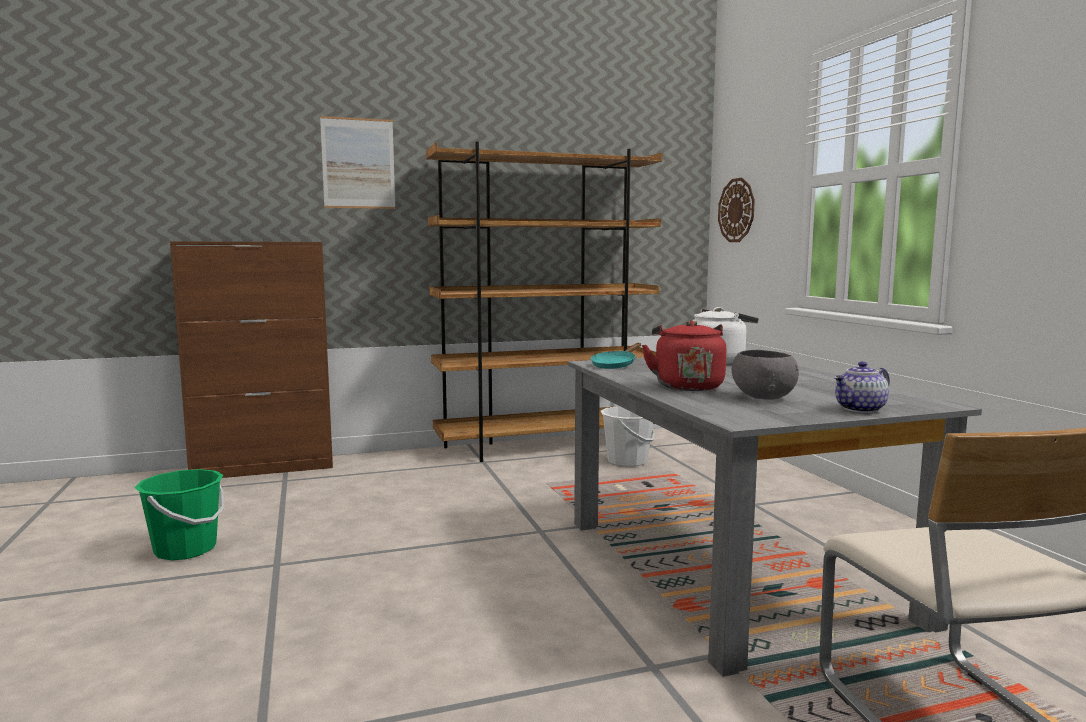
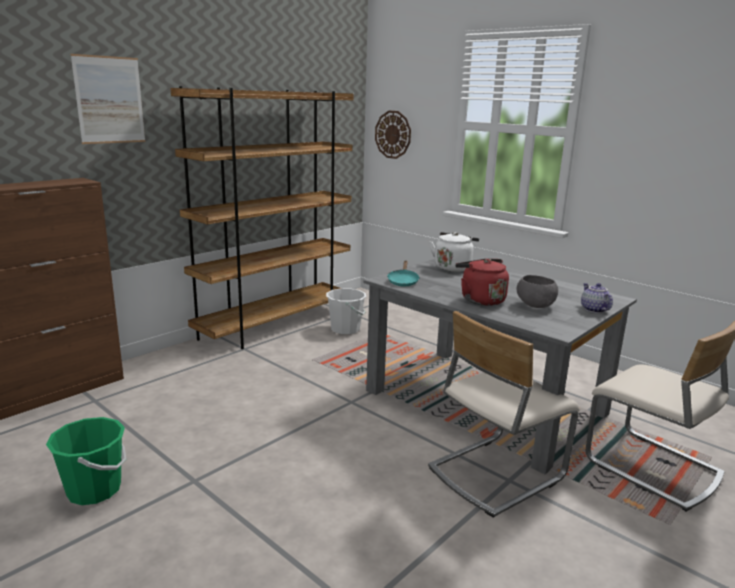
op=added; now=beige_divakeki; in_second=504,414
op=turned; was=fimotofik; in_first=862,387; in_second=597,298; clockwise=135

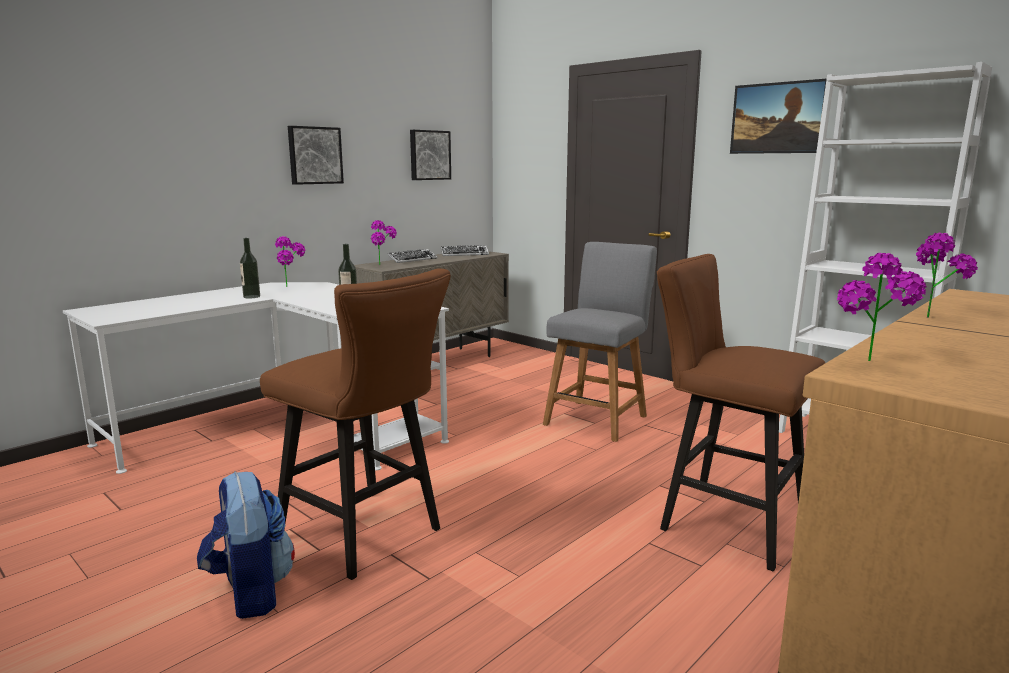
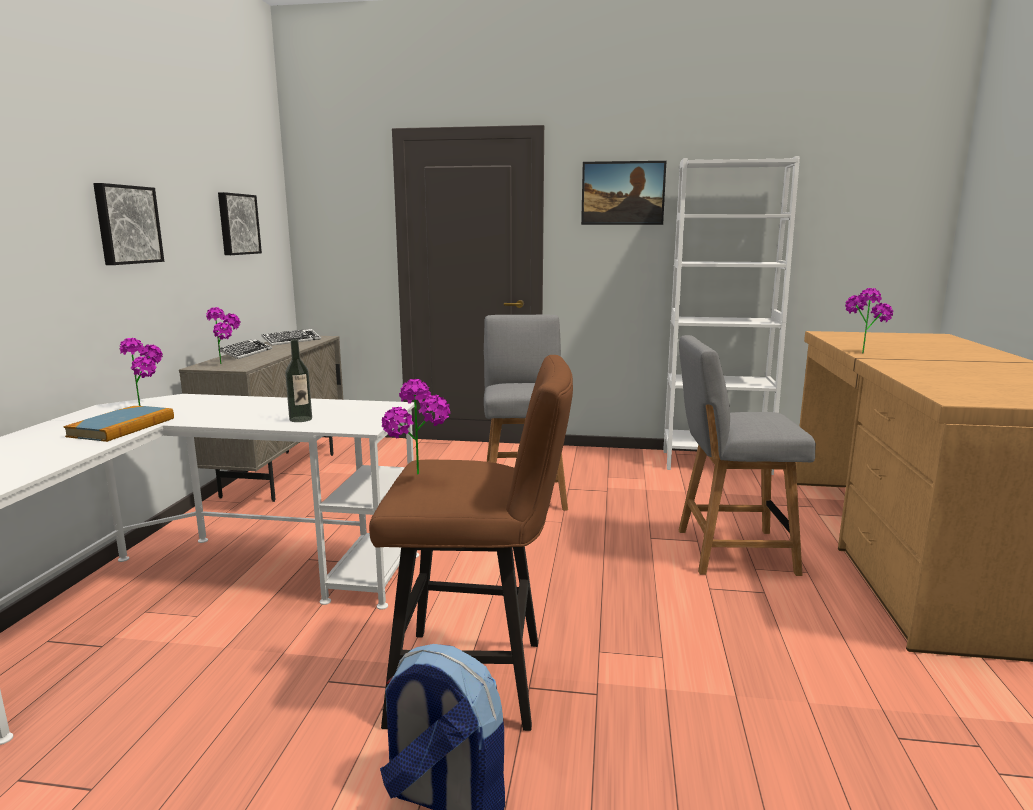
op=replaced; was=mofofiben; now=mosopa; in_first=250,268; in_second=119,424
op=moved; was=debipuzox; in_first=881,307; in_second=416,426
op=replaced; was=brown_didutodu; now=grey_divakeki; in_first=741,412; in_second=747,455

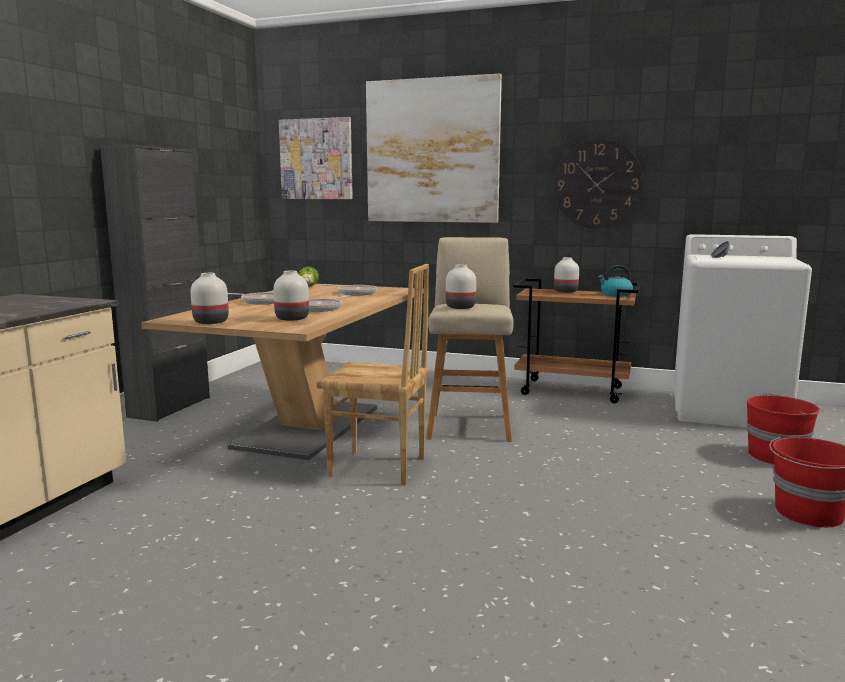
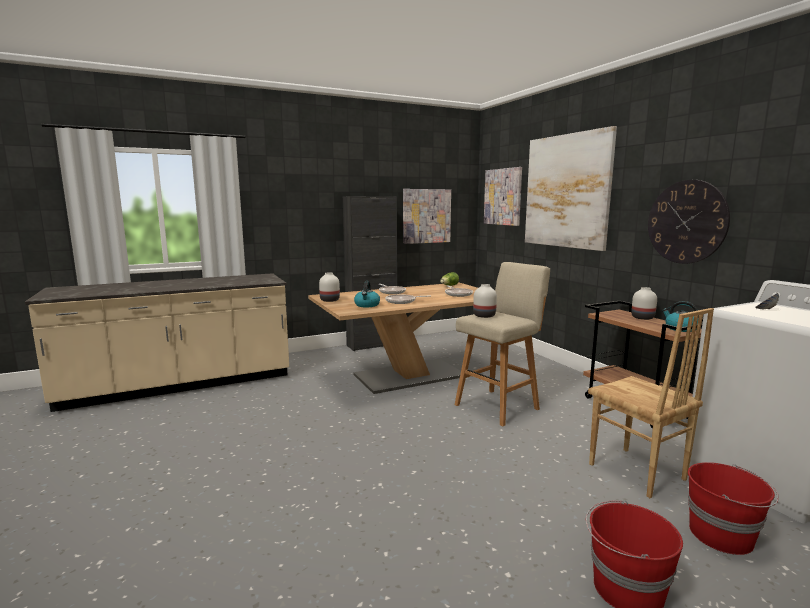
op=replaced; was=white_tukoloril; now=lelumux; in_first=291,296; in_second=367,294
op=added; now=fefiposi; in_second=427,216
op=moved; was=brown_divakeki; in_first=373,375; in_second=651,403

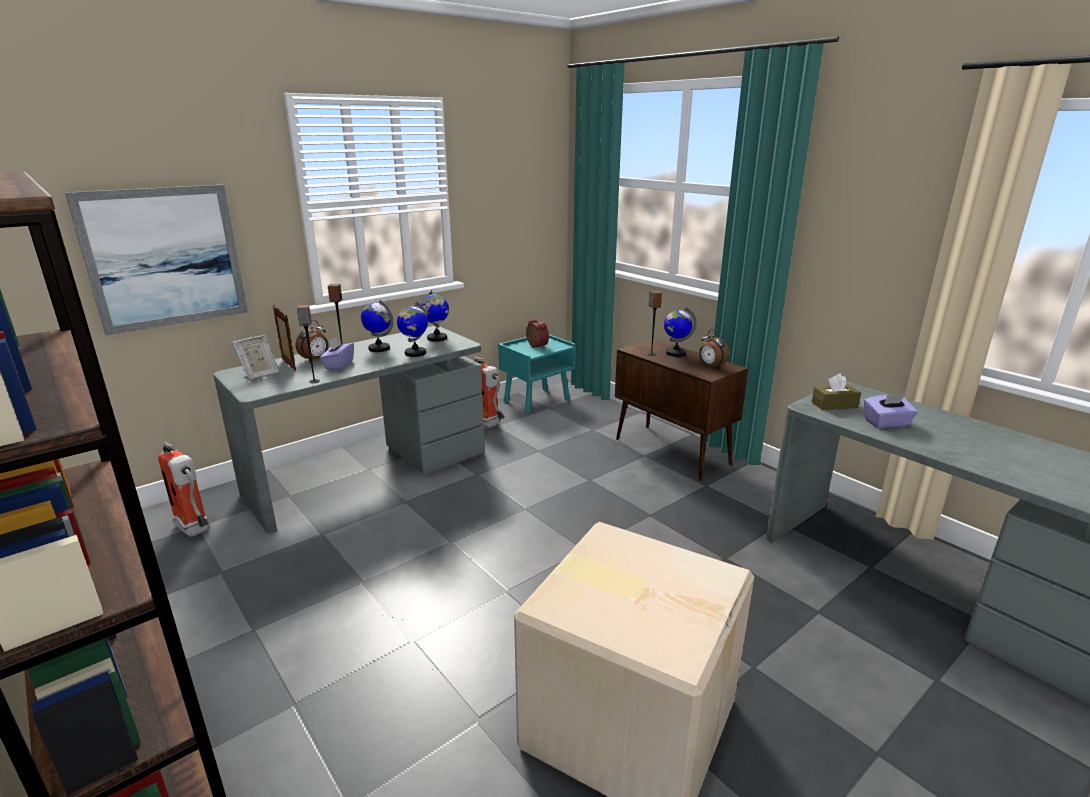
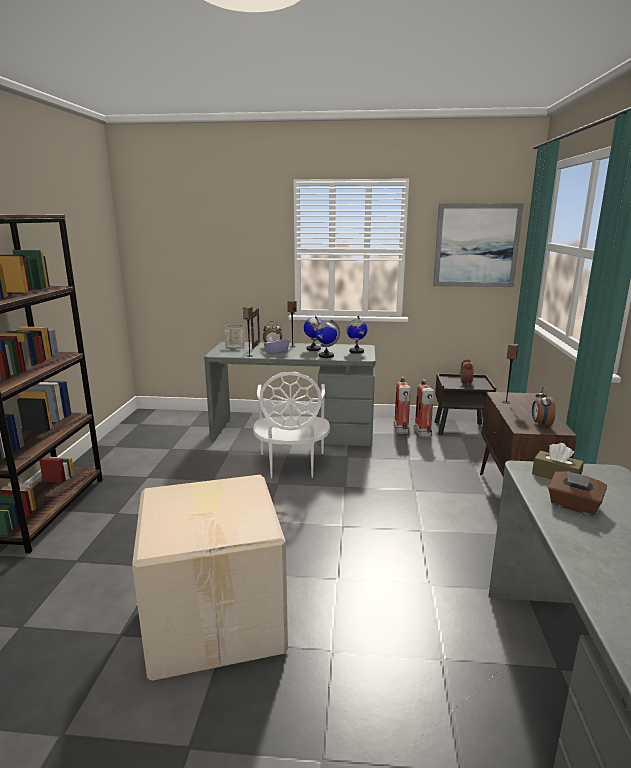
op=added; now=white_divakeki; in_second=291,425
op=moved; was=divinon; in_first=184,489; in_second=424,408
op=moved; was=fefiposi; in_first=156,260; in_second=478,245
op=recoloured; was=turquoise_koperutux; now=brown_koperutux; in_first=537,374; in_second=465,404
op=recoloured; was=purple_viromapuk; now=brown_viromapuk; in_first=891,411; in_second=577,493
op=removed; was=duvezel; in_first=680,332

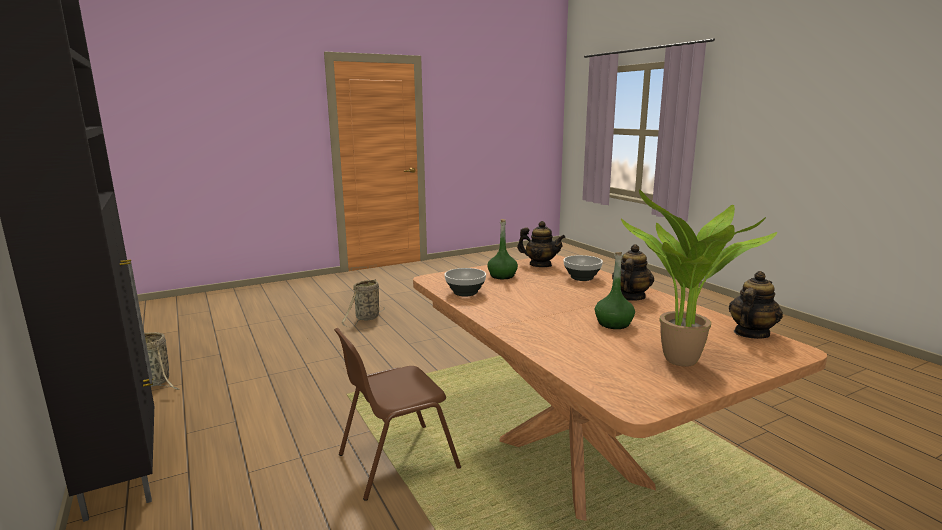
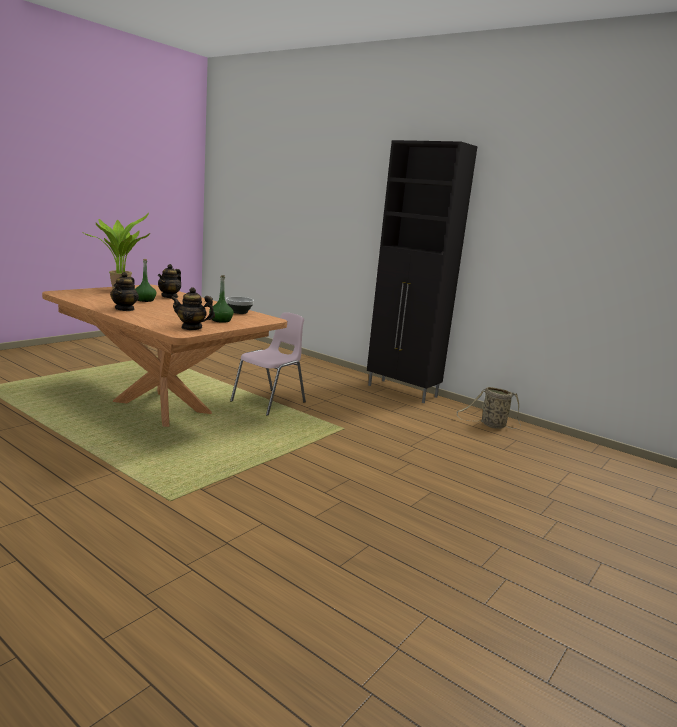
op=moved; was=fimotofik; in_first=756,305; in_second=169,281
op=recoloured; was=brown_divakeki; now=pink_divakeki; in_first=397,414; in_second=268,364
op=removed; was=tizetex; in_first=363,303
op=removed; was=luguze; in_first=583,268

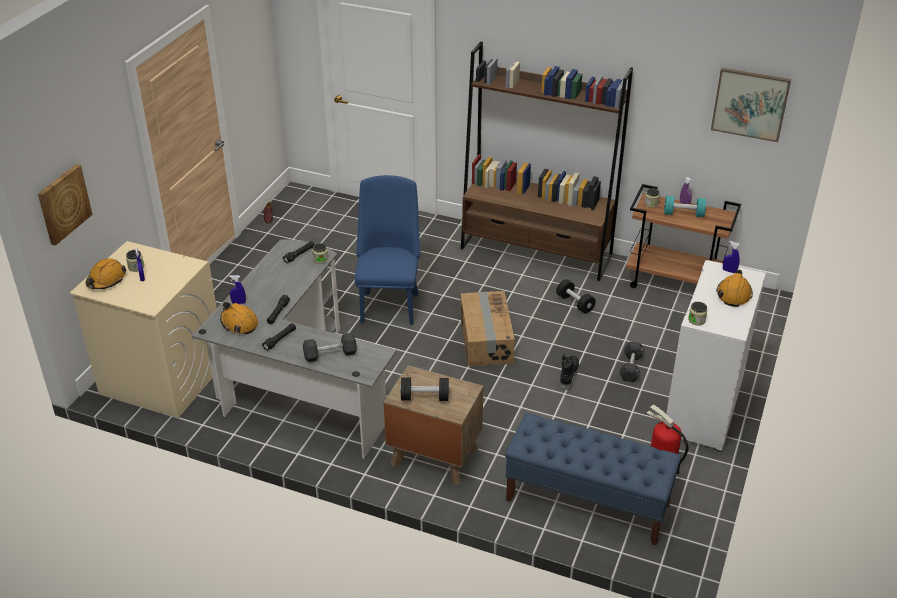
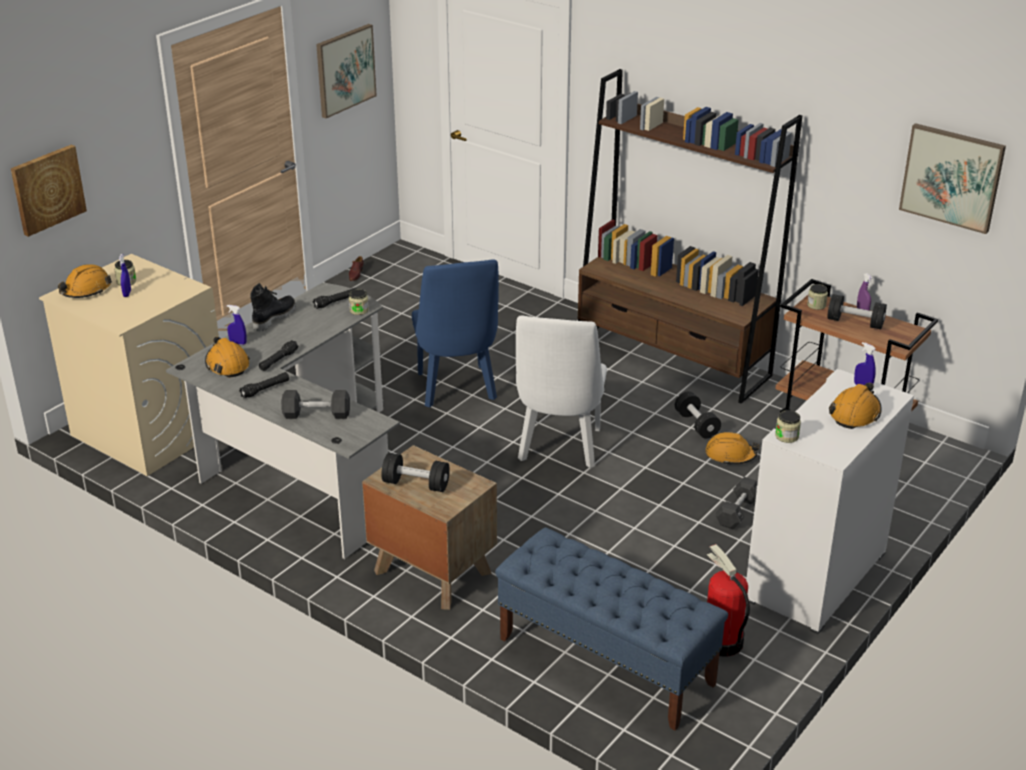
op=moved; was=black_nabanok; in_first=569,372; in_second=273,307
op=added; now=fefiposi; in_second=346,71
op=turned; was=blue_divakeki; in_first=387,250; in_second=455,333; clockwise=150
op=replaced; was=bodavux; now=white_divakeki; in_first=487,328; in_second=561,391
op=added; now=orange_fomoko; in_second=732,448
op=recoloured; was=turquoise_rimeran; now=black_rimeran; in_first=685,206; in_second=857,311

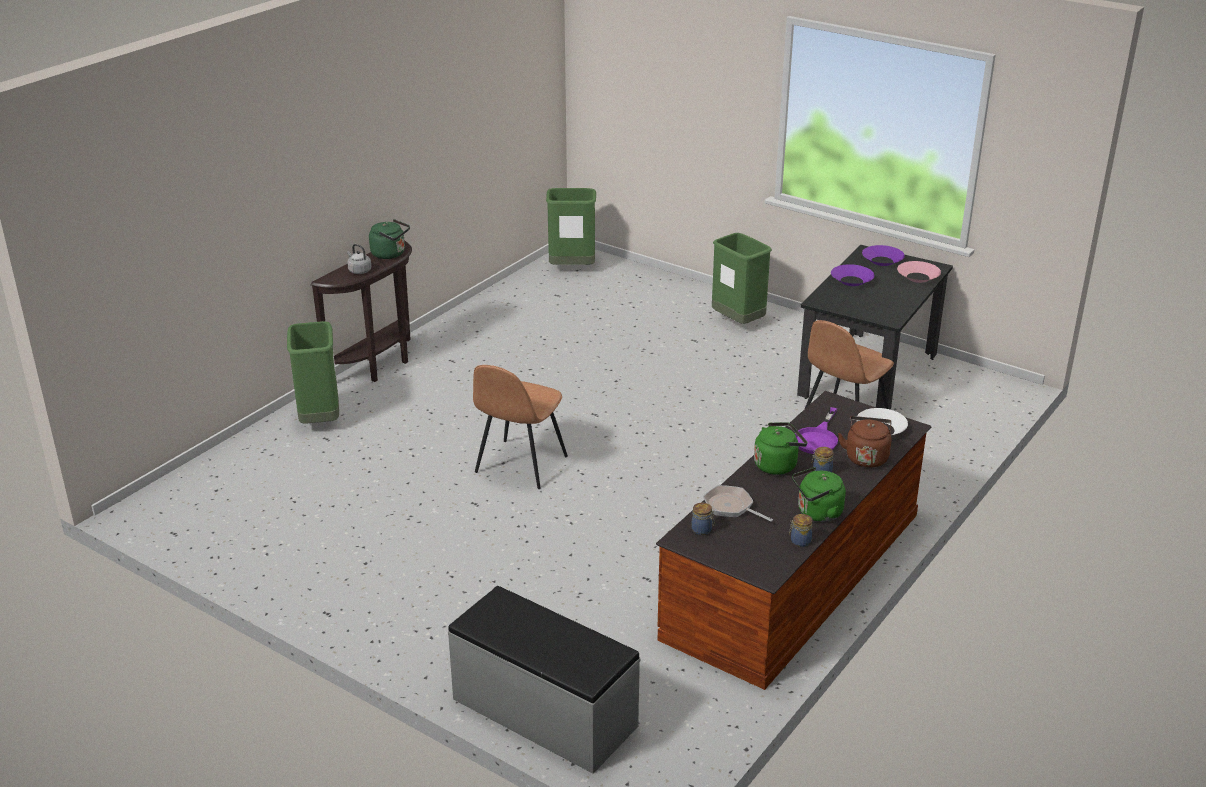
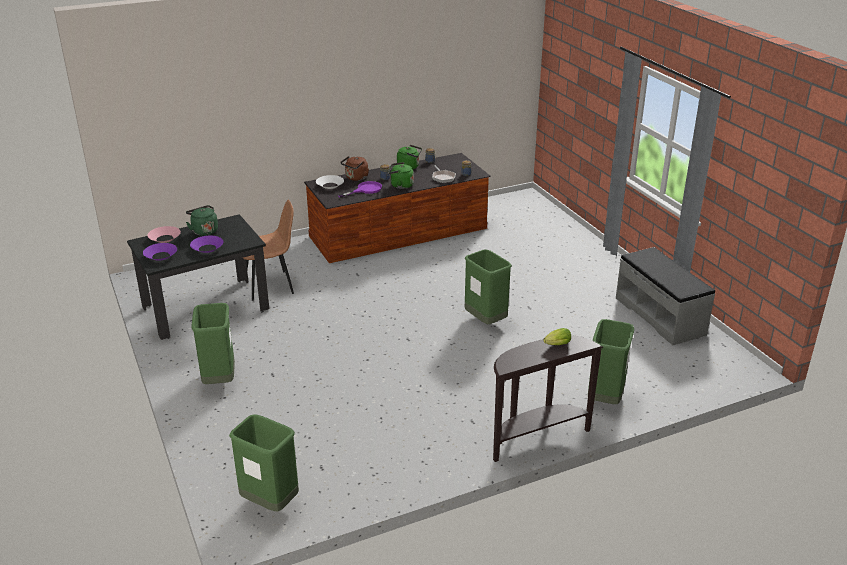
op=moved; was=green_lelumux; in_first=389,239; in_second=202,220
op=replaced; was=brown_divakeki; now=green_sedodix; in_first=520,427; in_second=488,286
op=replaced; was=grey_lelumux; now=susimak; in_first=359,259; in_second=557,336
op=moved; was=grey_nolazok; in_first=544,680; in_second=665,296

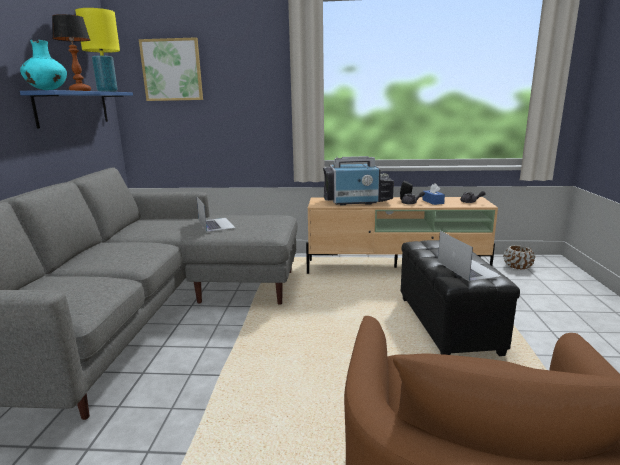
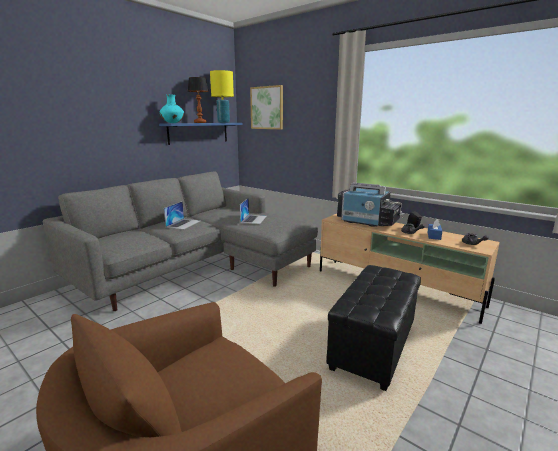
op=moved; was=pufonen; in_first=470,256; in_second=182,215
op=removed; was=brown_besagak; in_first=519,257

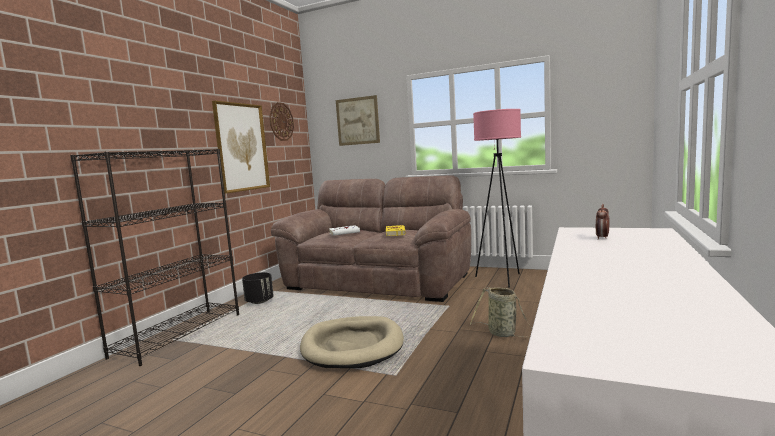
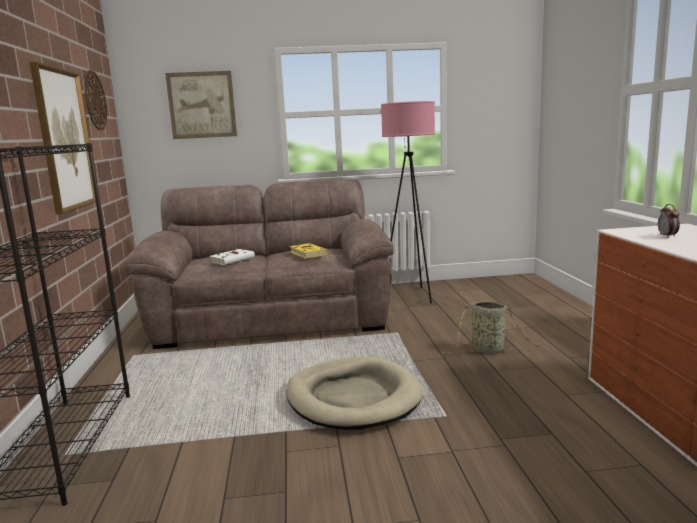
op=removed; was=black_besagak; in_first=258,288

